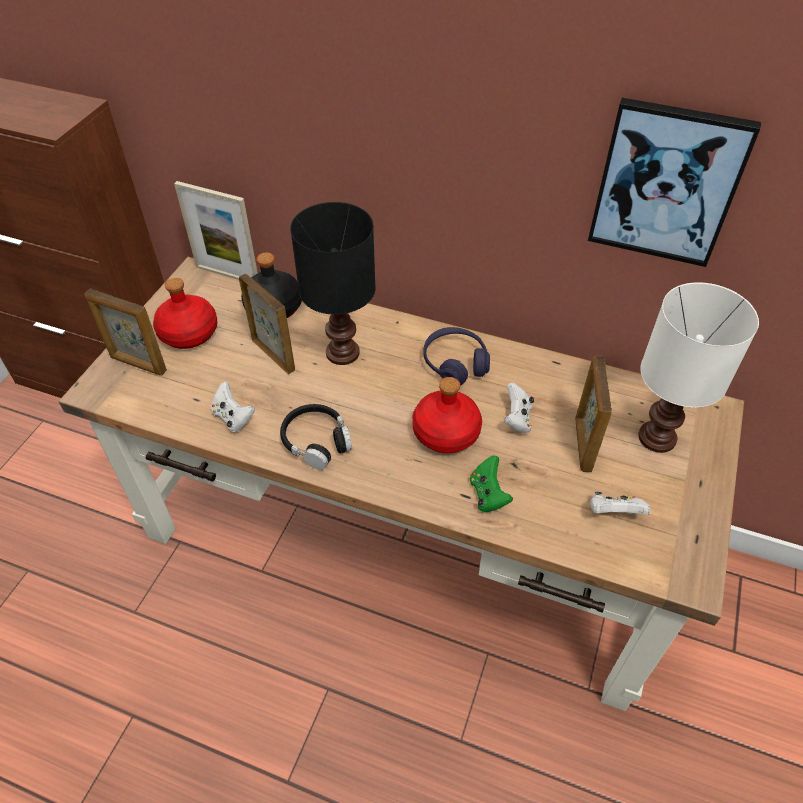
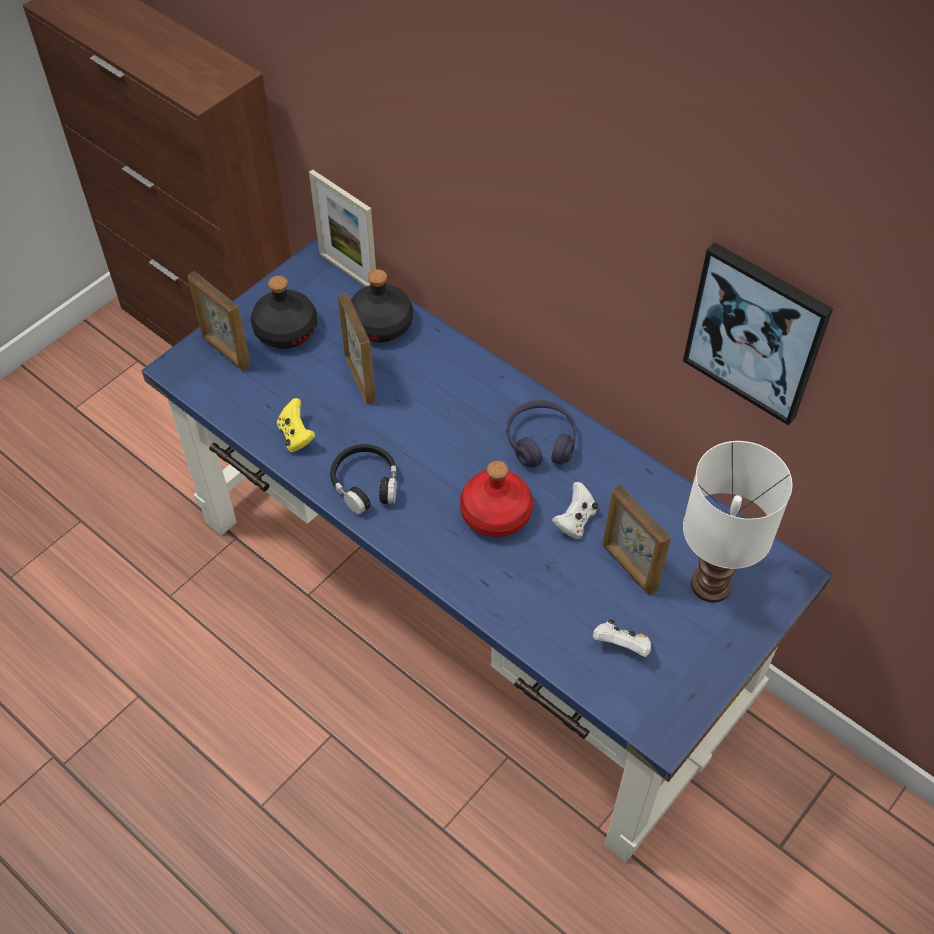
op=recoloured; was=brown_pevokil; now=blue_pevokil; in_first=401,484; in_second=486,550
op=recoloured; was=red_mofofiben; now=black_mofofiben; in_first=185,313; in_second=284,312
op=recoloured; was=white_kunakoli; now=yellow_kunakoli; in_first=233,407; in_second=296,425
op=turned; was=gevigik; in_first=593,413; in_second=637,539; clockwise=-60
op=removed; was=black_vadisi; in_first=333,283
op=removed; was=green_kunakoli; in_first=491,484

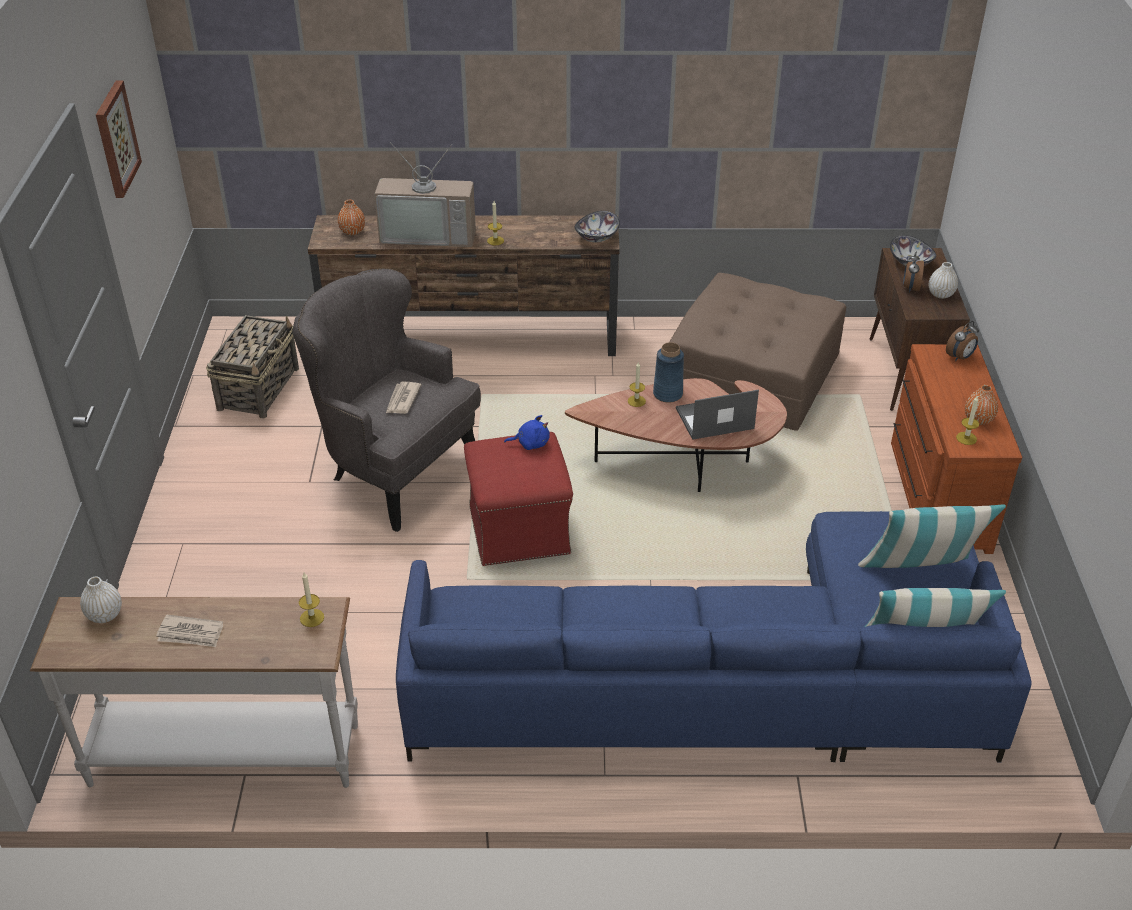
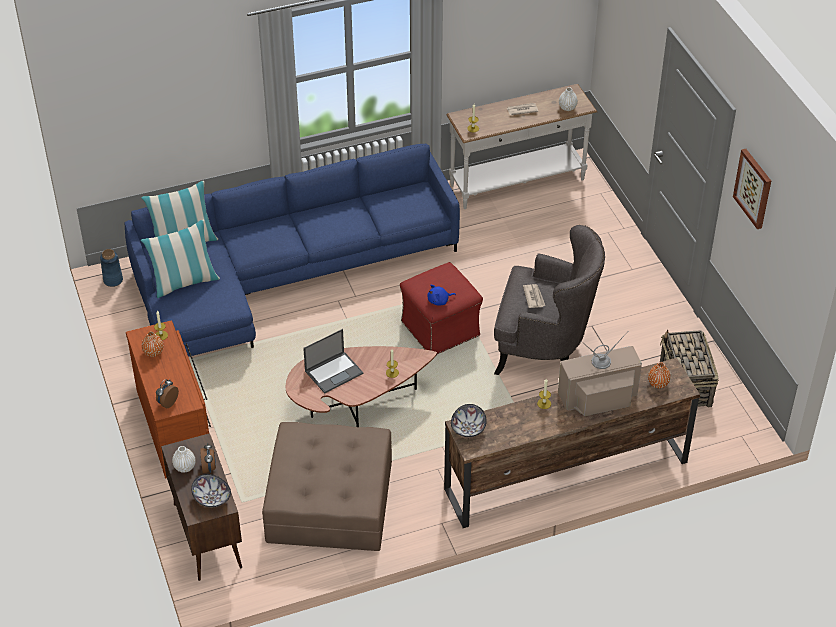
op=moved; was=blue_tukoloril; in_first=668,372; in_second=111,268

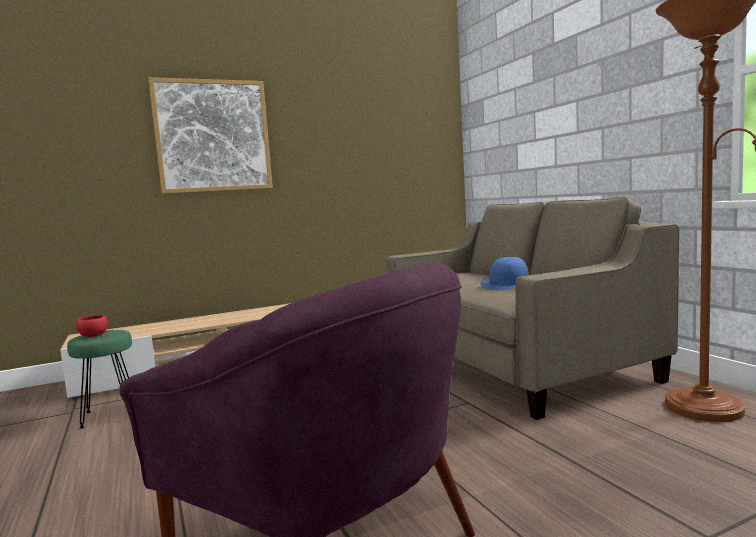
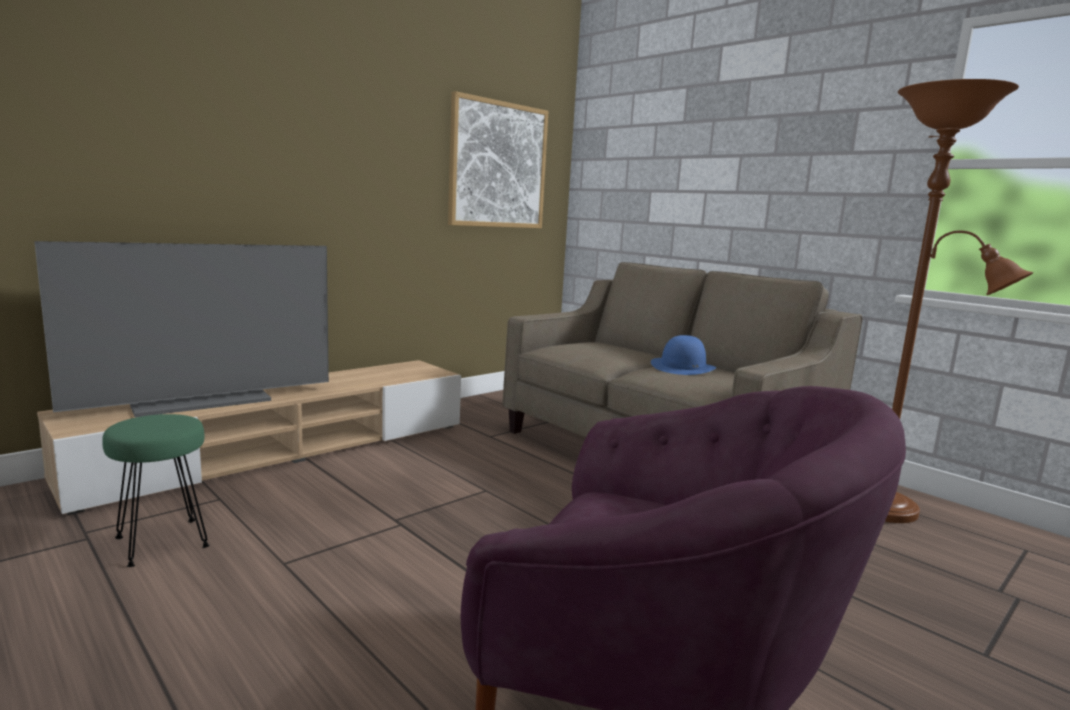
op=added; now=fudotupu; in_second=181,329
op=moved; was=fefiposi; in_first=210,135; in_second=498,159
op=removed; was=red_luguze; in_first=92,326

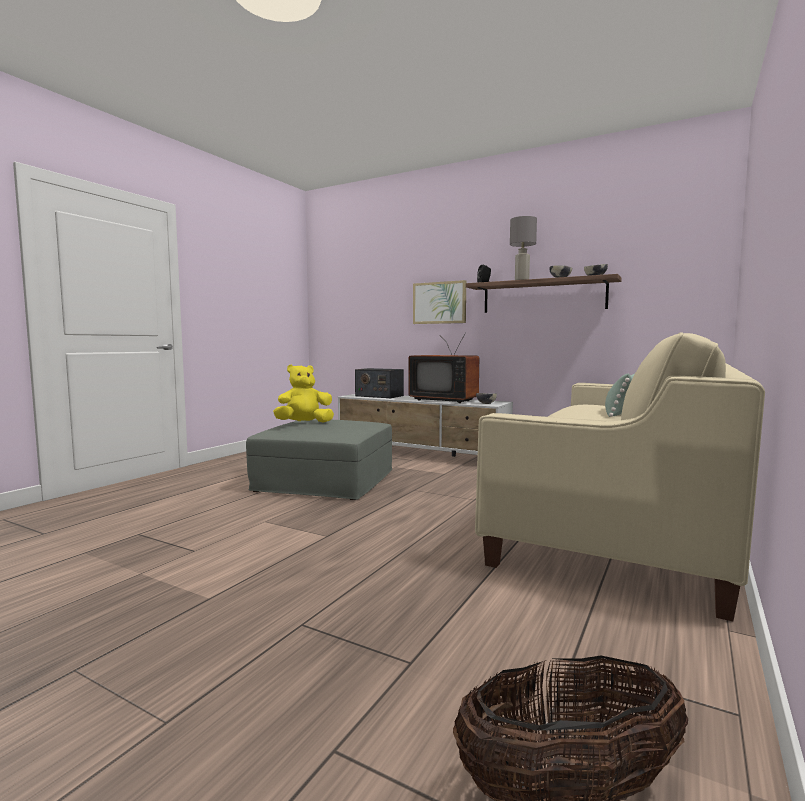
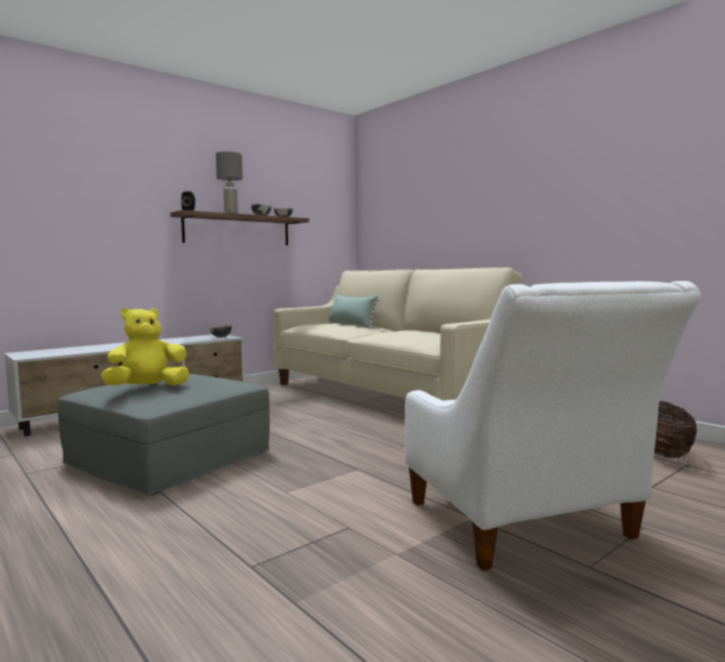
op=turned; was=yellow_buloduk; in_first=303,393; in_second=145,347; clockwise=60
op=added; now=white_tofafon; in_second=553,426
op=removed; was=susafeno; in_first=379,383
op=removed; was=fudotupu; in_first=443,368
op=removed; was=fefiposi; in_first=439,302

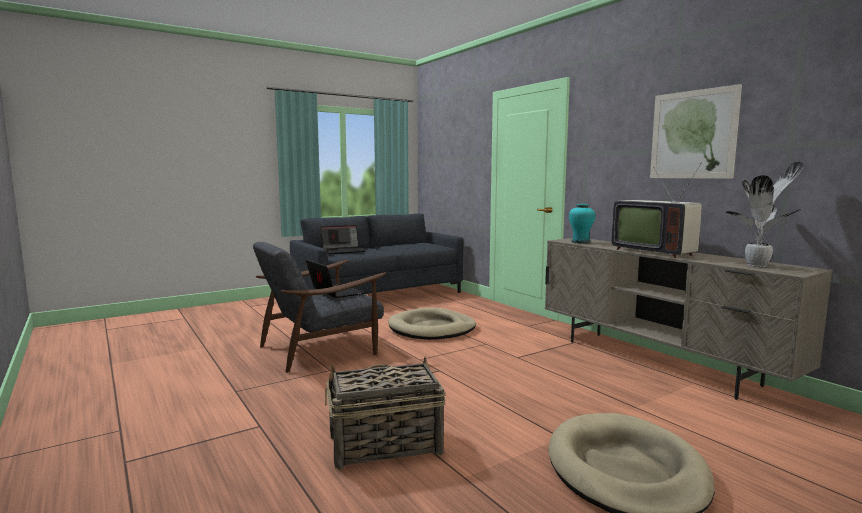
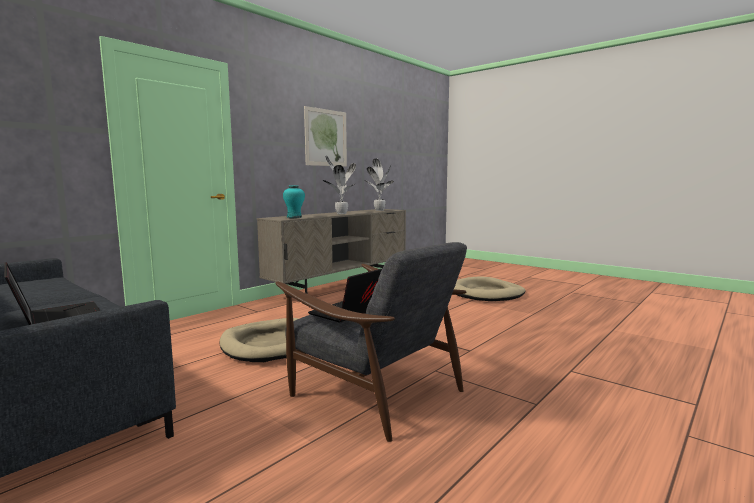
op=replaced; was=fudotupu; now=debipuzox; in_first=657,211; in_second=339,185
op=removed; was=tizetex; in_first=385,413

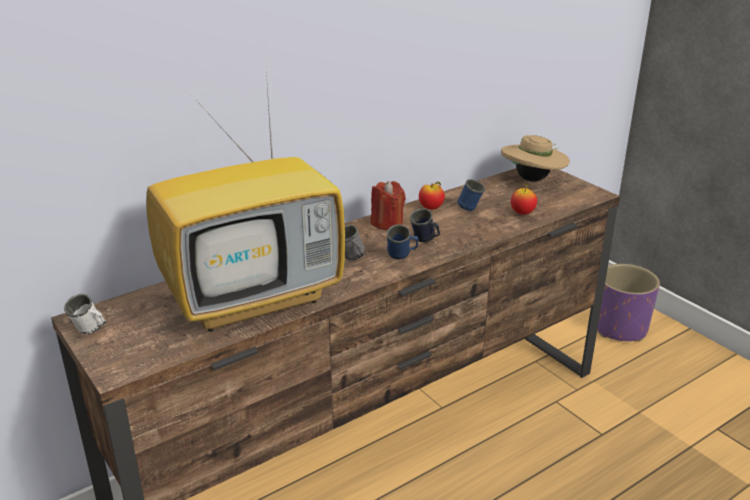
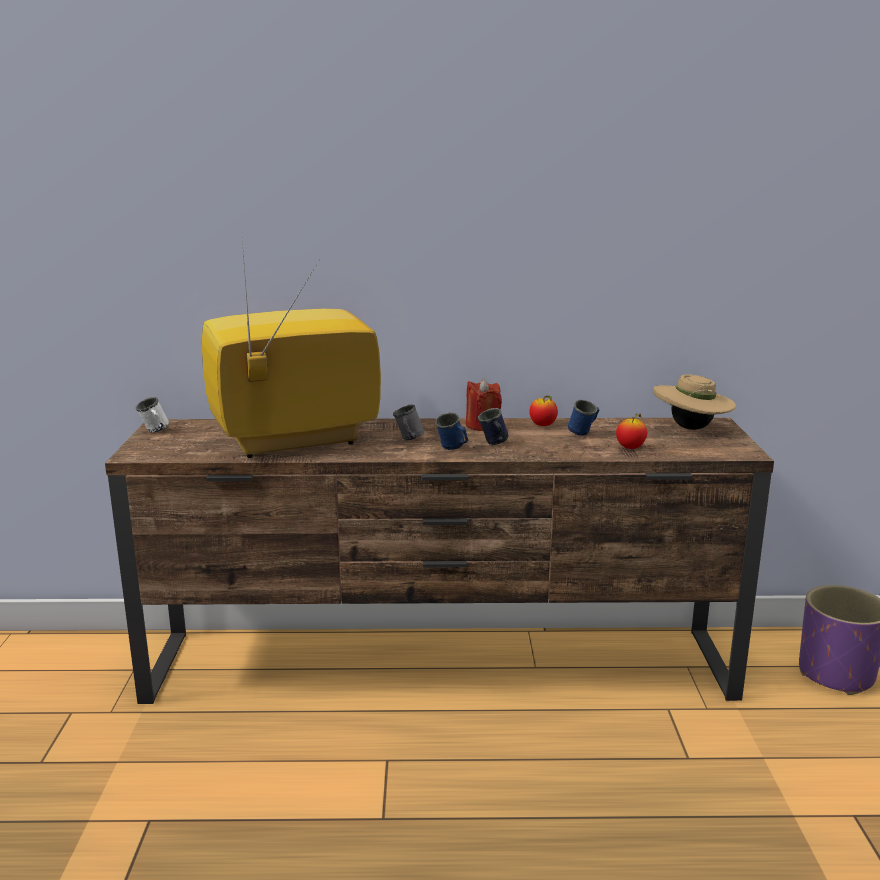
op=turned; was=fudotupu; in_first=245,201; in_second=291,350; clockwise=150

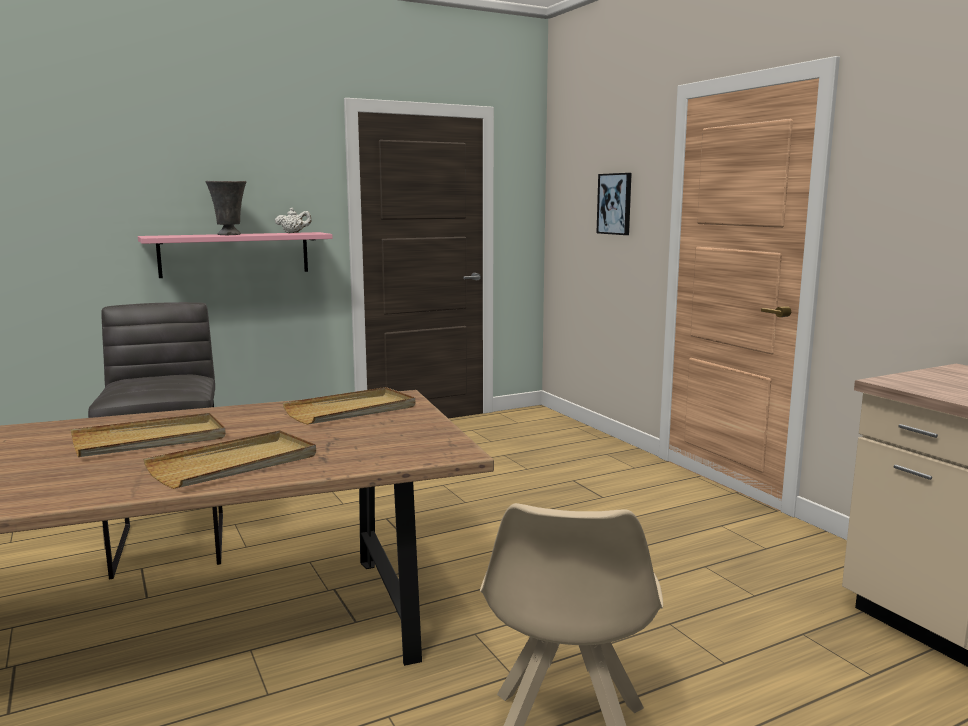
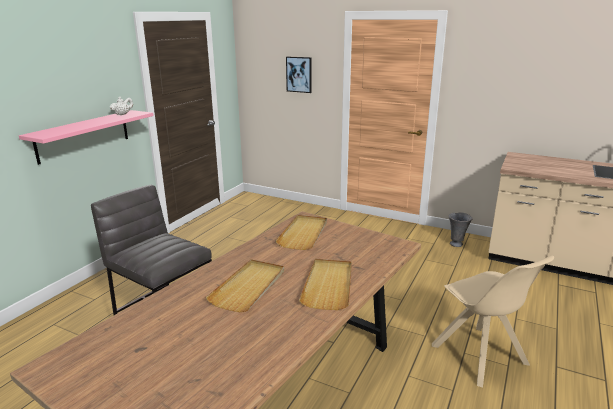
op=moved; was=grey_tukoloril; in_first=226,208; in_second=461,229

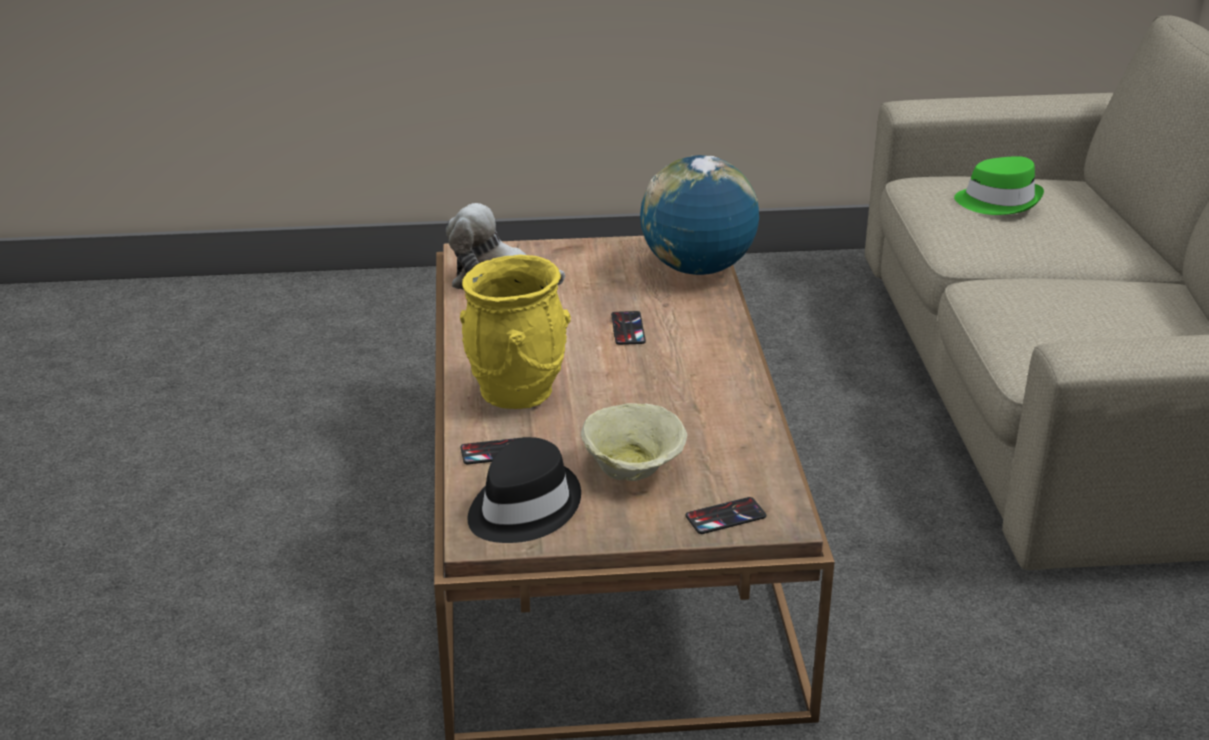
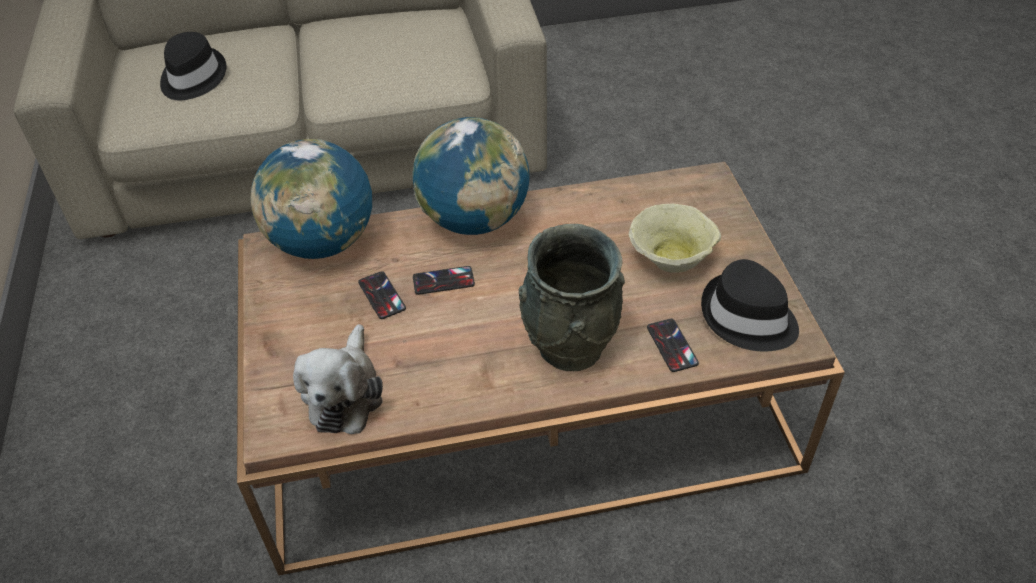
op=recoloured; was=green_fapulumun; now=black_fapulumun; in_first=999,185; in_second=193,66
op=moved; was=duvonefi; in_first=726,515; in_second=382,295
op=added; now=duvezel; in_second=471,176
op=recoloured; was=yellow_tukoloril; now=grey_tukoloril; in_first=515,332; in_second=571,297

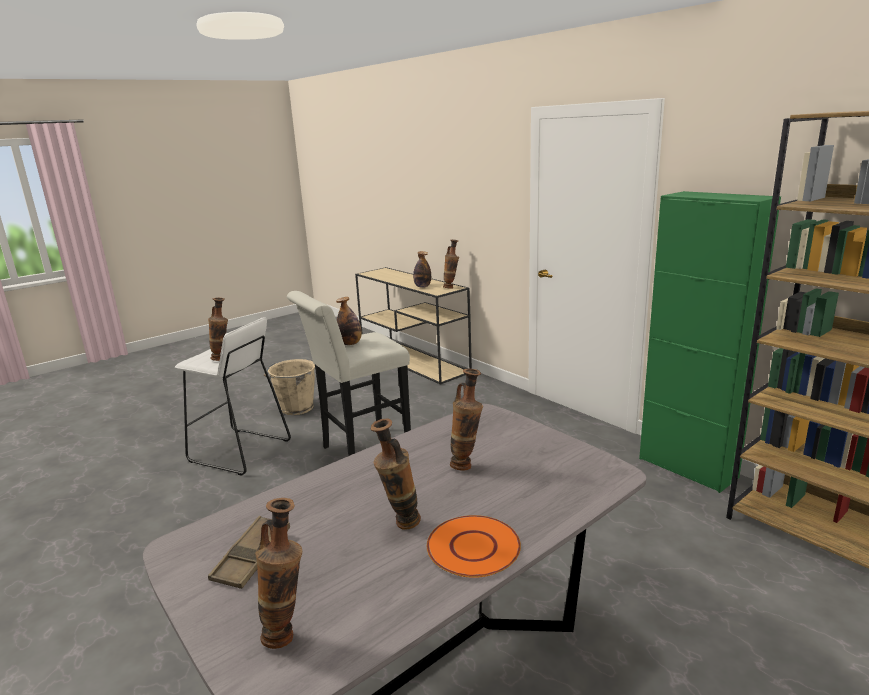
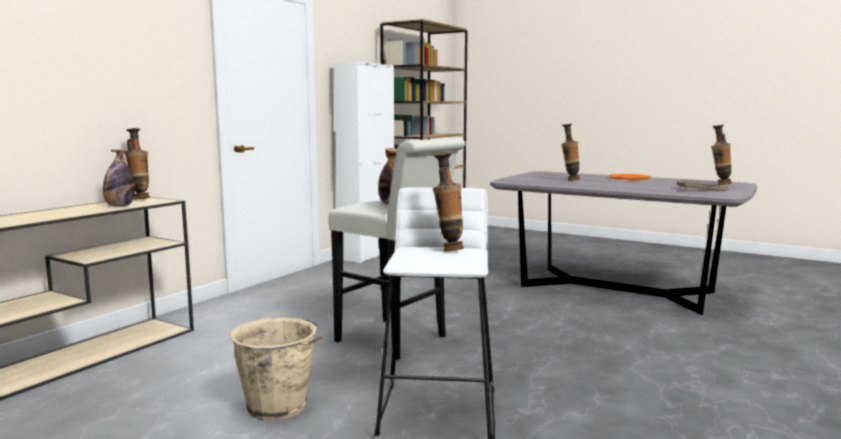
op=recoloured; was=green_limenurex; now=white_limenurex; in_first=710,342; in_second=364,162
op=removed; was=tukoloril; in_first=396,474

